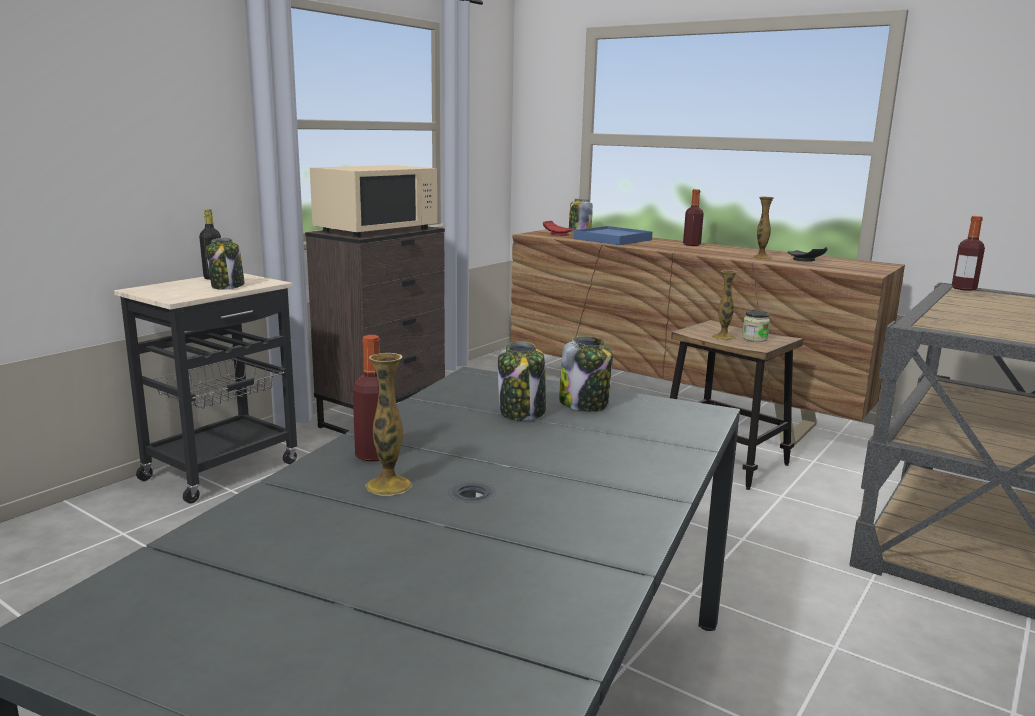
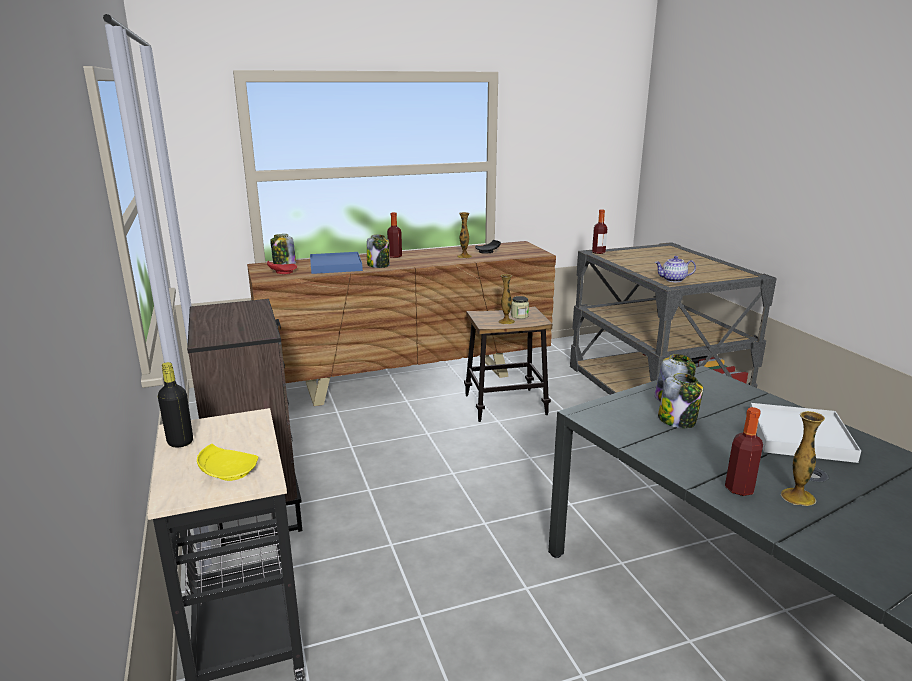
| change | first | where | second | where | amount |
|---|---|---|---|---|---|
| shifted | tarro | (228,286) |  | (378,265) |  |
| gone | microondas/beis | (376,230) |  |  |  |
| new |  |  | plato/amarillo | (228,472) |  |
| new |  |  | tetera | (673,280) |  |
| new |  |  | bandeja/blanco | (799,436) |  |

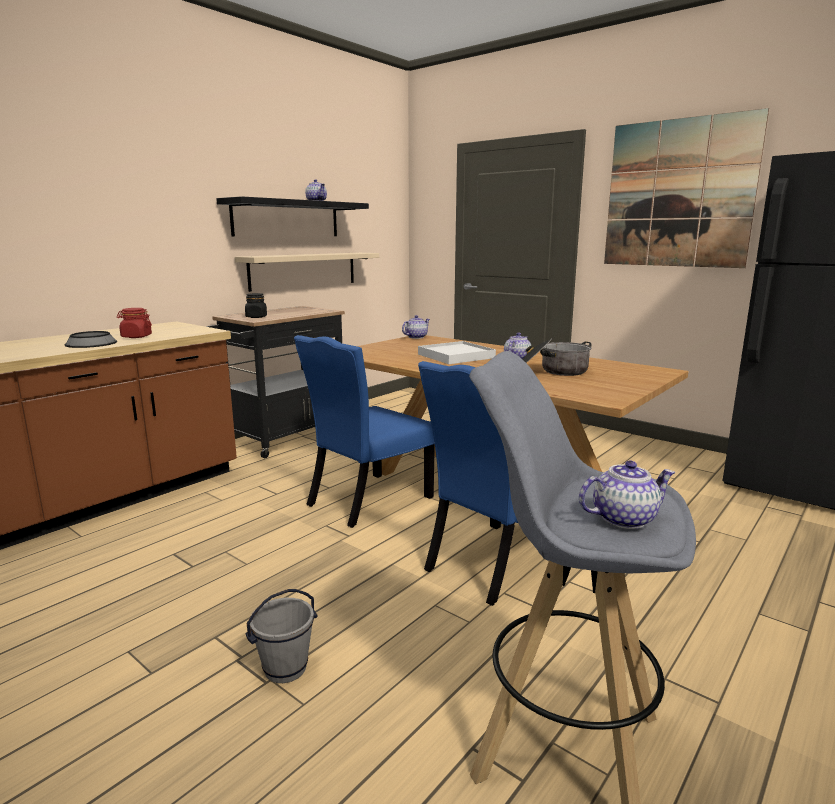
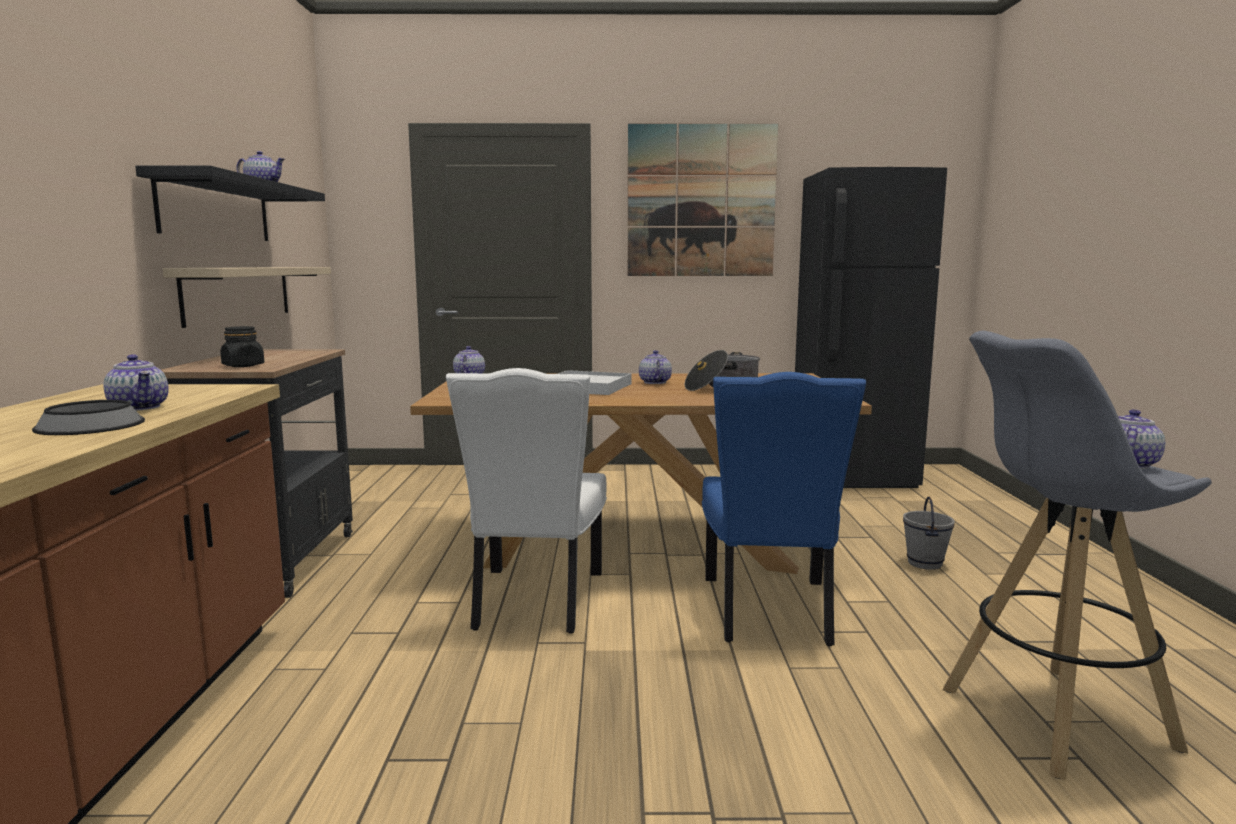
| change | first | where | second | where | amount |
|---|---|---|---|---|---|
| swapped | tarro/rojo | (136,337) | tetera | (140,407) |  |
| shifted | cubo/gris | (285,669) |  | (925,563) |  |
| repainted | silla/azul | (370,499) | silla/blanco | (536,597) |  |

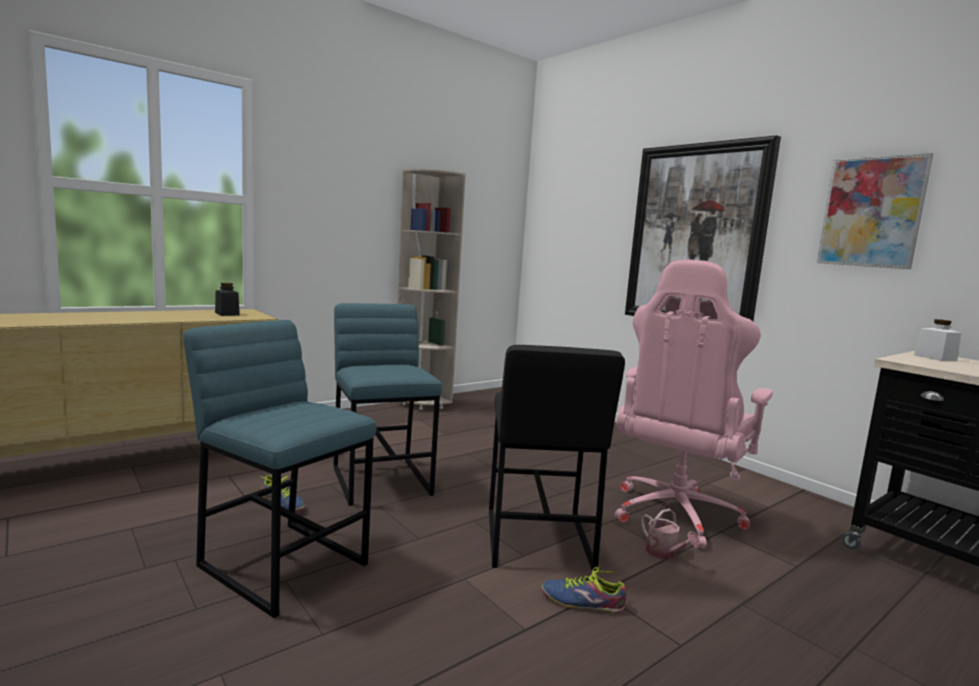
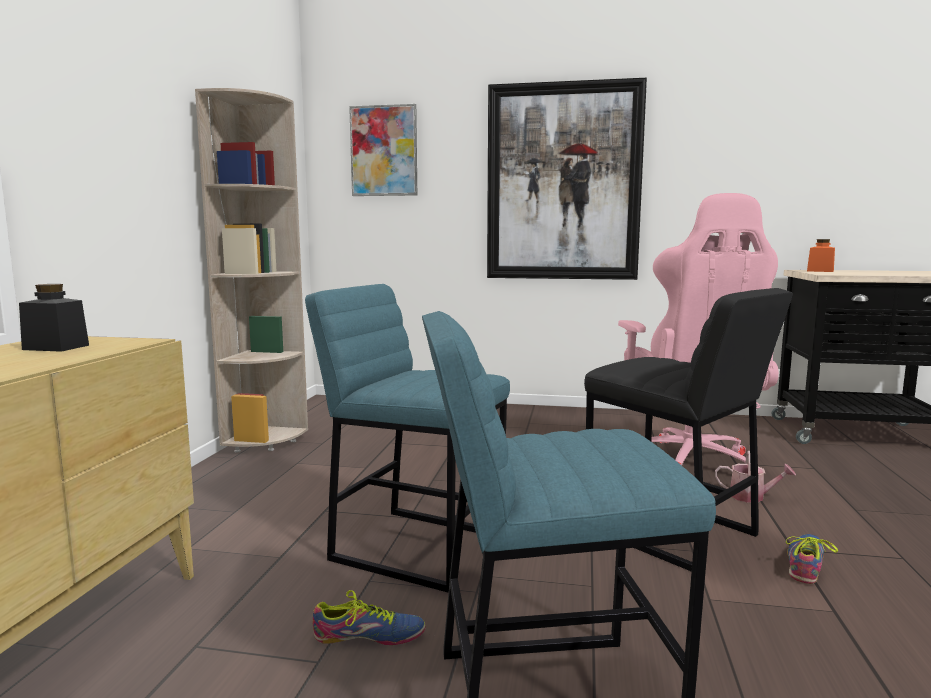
| change | first | where | second | where | amount |
|---|---|---|---|---|---|
| rotated | zapato | (582,602) |  | (805,564) | 150 degrees clockwise |
| shifted | cuadro | (871,212) |  | (384,151) |  |
| repainted | tarro/blanco | (935,358) | tarro/naranja | (820,271) |  |

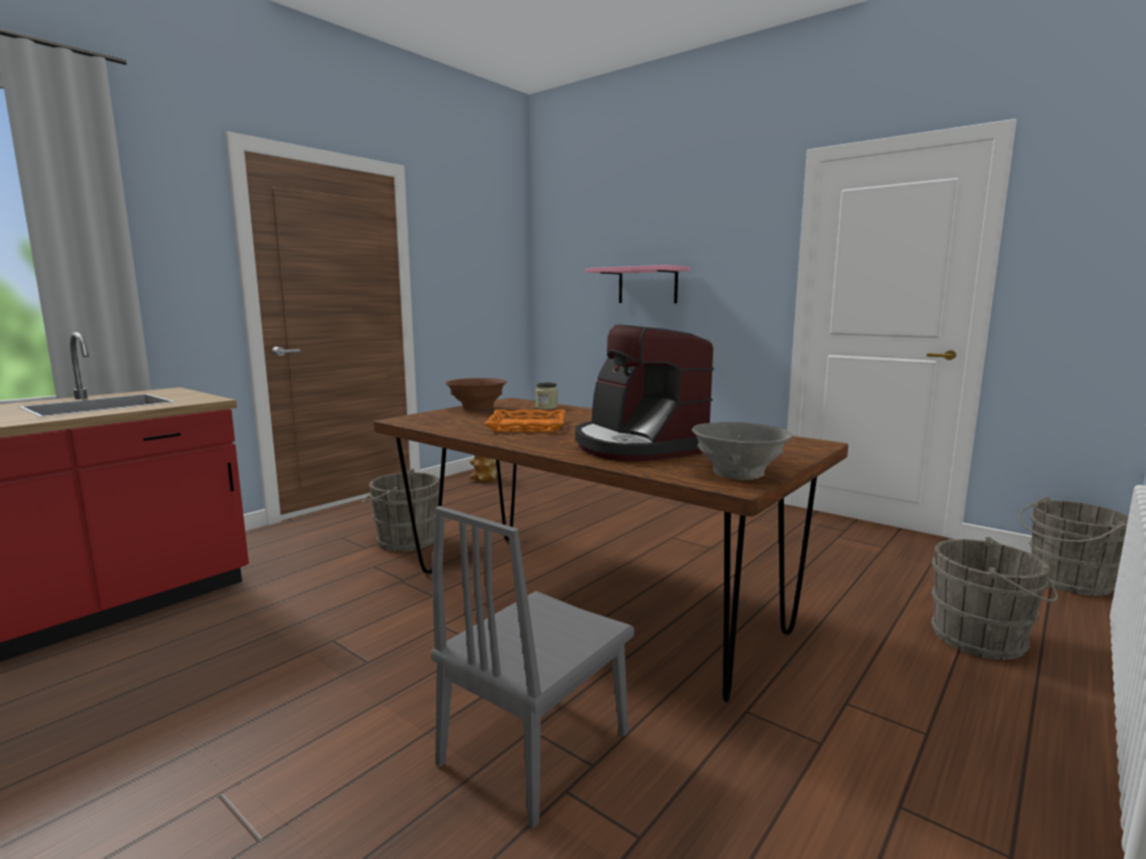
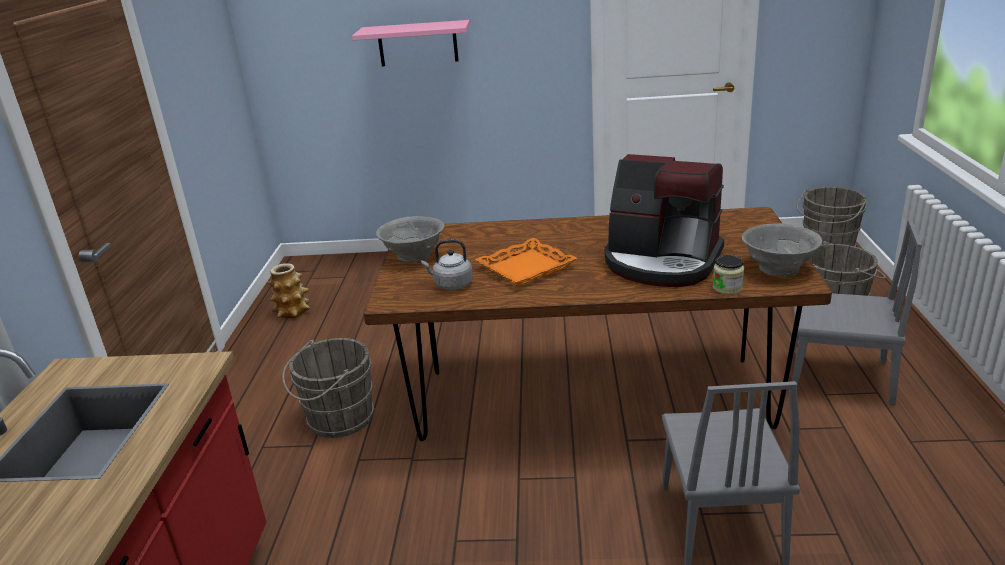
| change | first | where | second | where | amount |
|---|---|---|---|---|---|
| repainted | cuenco/marrón | (477,408) | cuenco/gris | (414,256) |  |
| shifted | tarro | (546,407) |  | (727,288) |  |
| new |  |  | hervidor/gris | (451,285) |  |
| new |  |  | silla/gris | (838,377) |  |

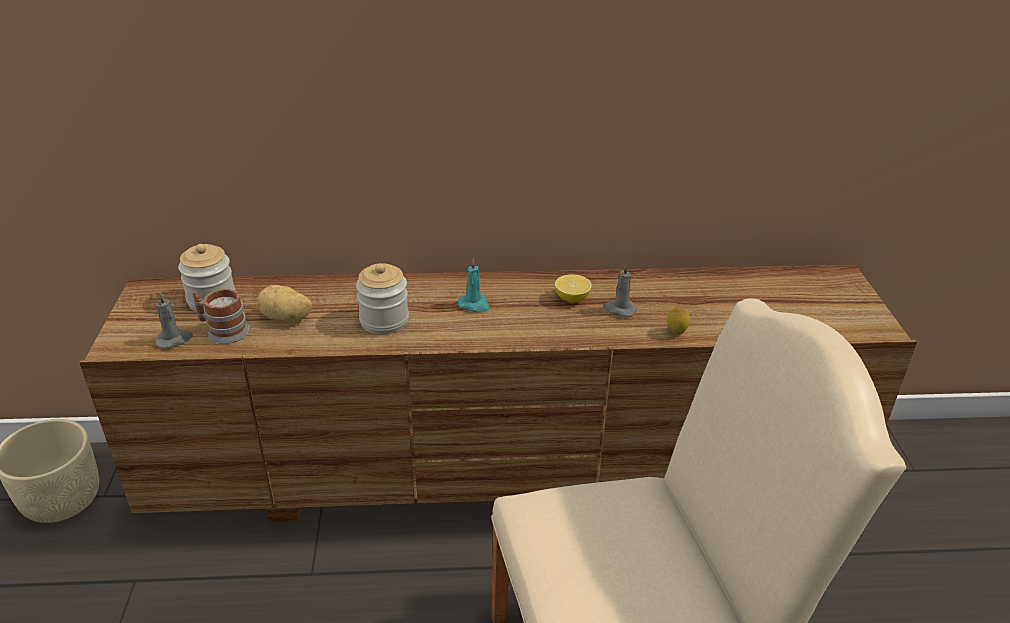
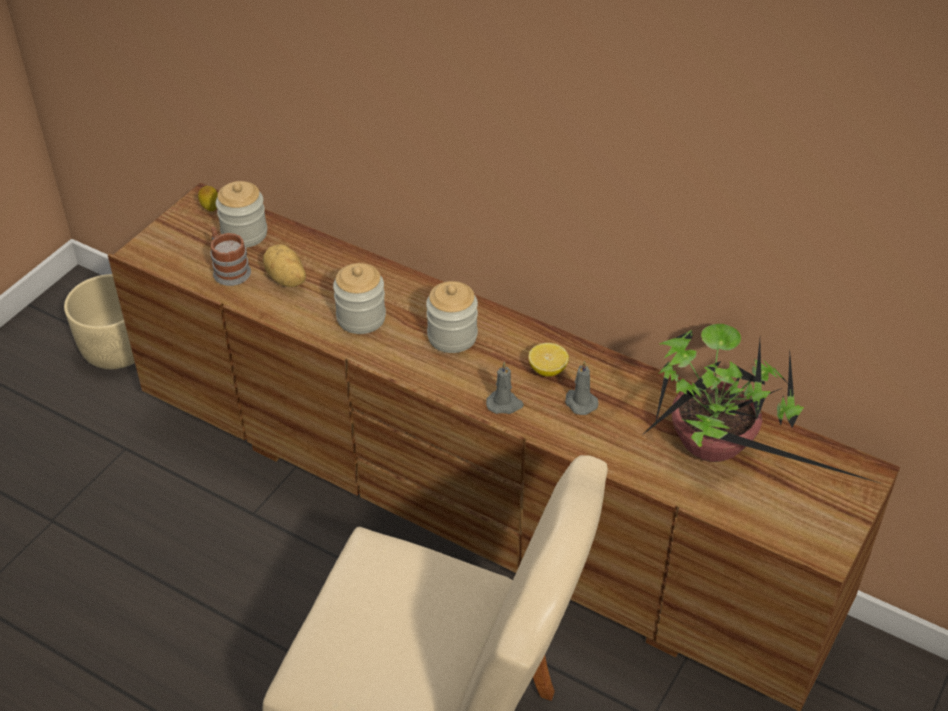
| change | first | where | second | where | amount |
|---|---|---|---|---|---|
| shifted | vela/gris | (174,340) |  | (505,404) |  |
| swapped | vela/turquesa | (474,305) | tarro | (452,336) |  |
| shifted | limón | (676,332) |  | (210,209) |  |
| new |  |  | planta en maceta | (716,448) |  |

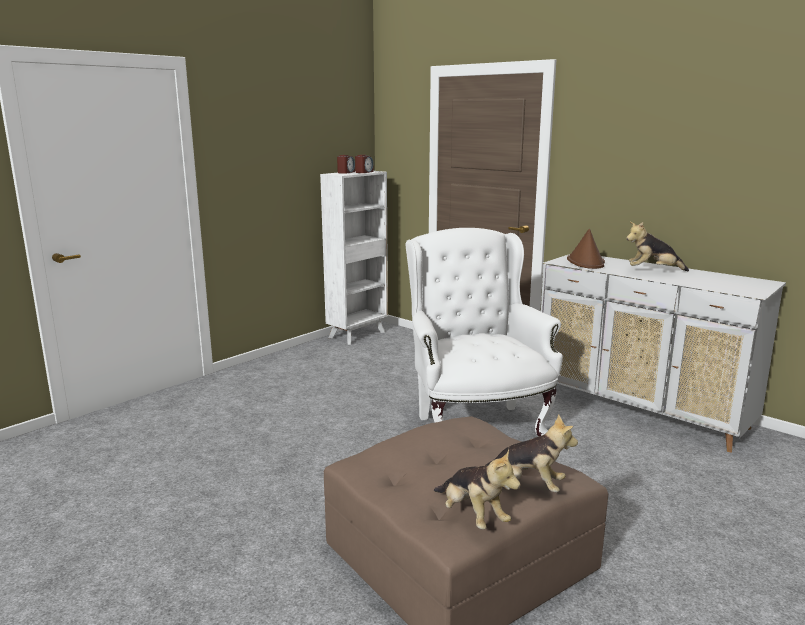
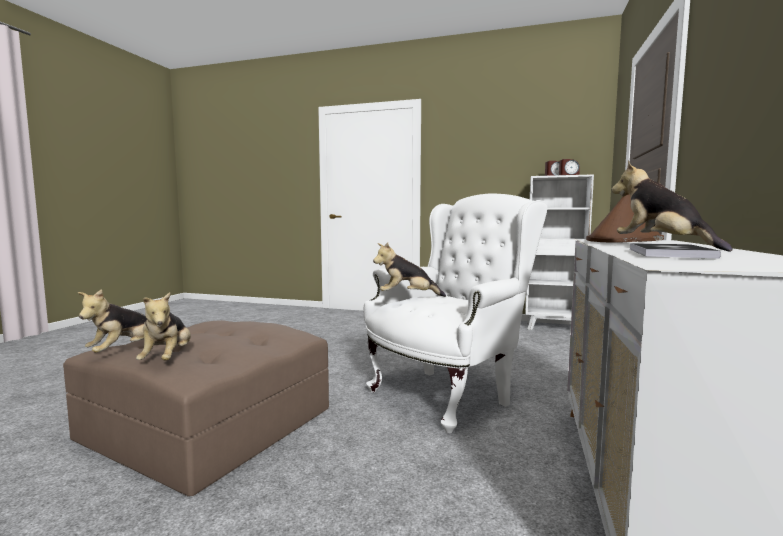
| change | first | where | second | where | amount |
|---|---|---|---|---|---|
| new |  |  | peluche | (407,297) |  |
| new |  |  | libro | (669,253) |  |

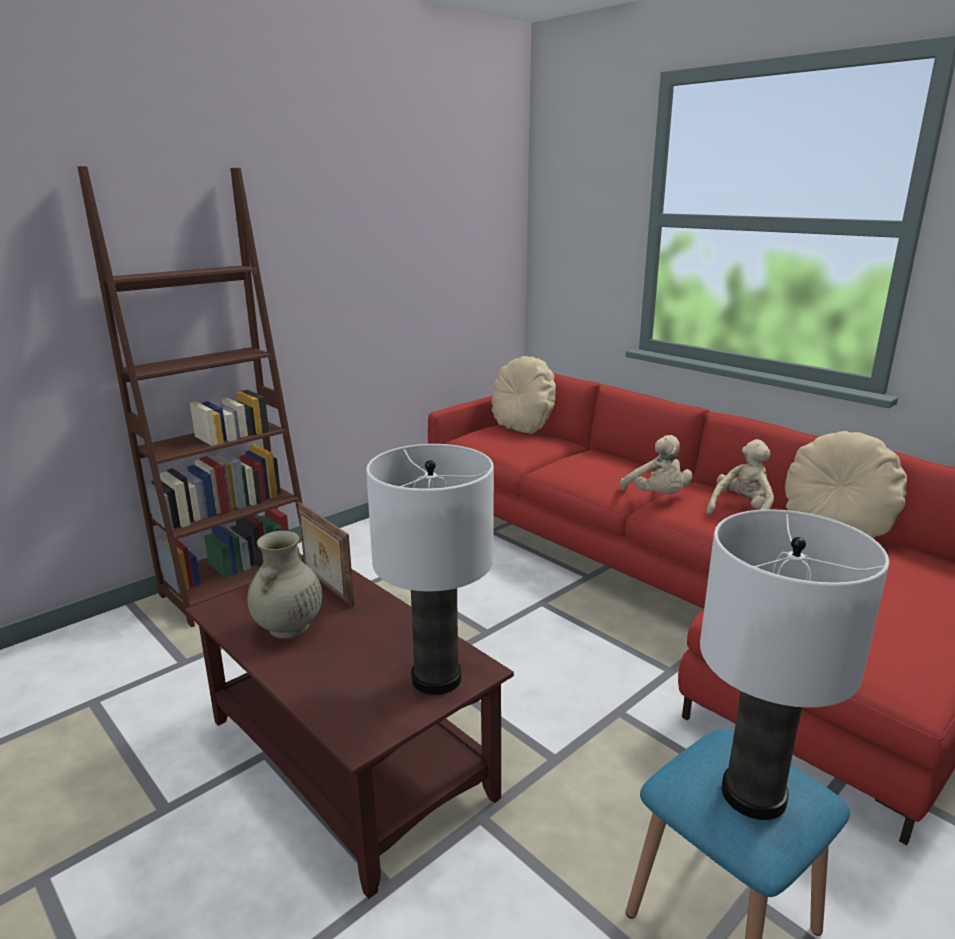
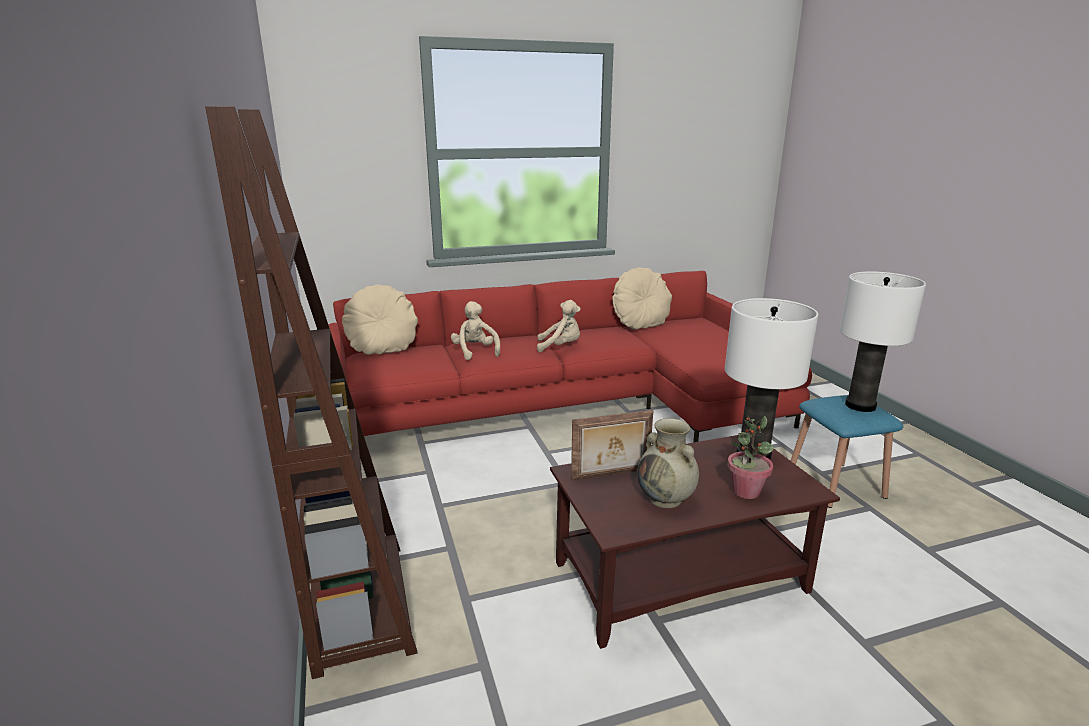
| change | first | where | second | where | amount |
|---|---|---|---|---|---|
| shifted | peluche/beis | (741,511) |  | (475,352) |  |
| new |  |  | planta en maceta | (745,491) |  |

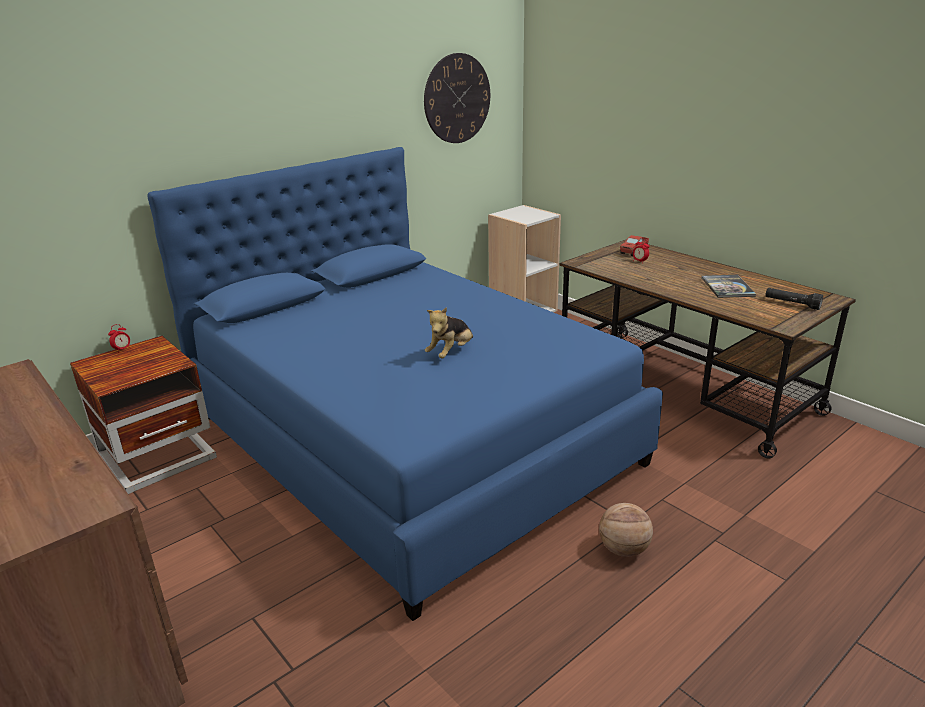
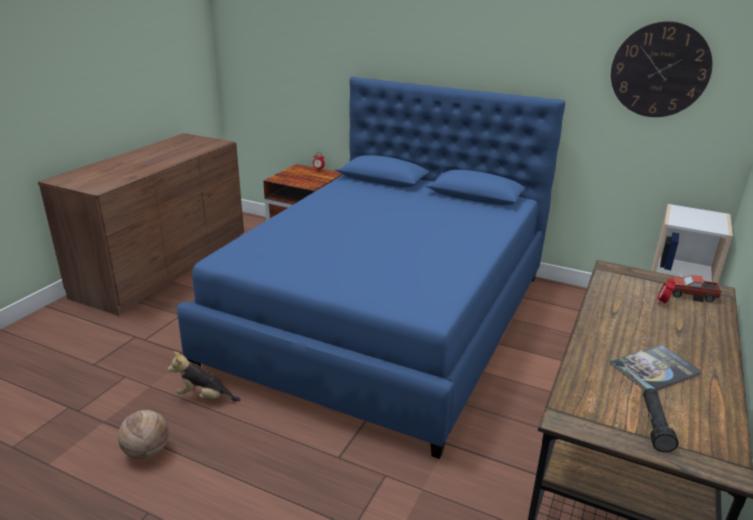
| change | first | where | second | where | amount |
|---|---|---|---|---|---|
| shifted | peluche | (451,353) |  | (205,397) |  |
| shifted | balón de baloncesto | (623,549) |  | (147,452) |  |

